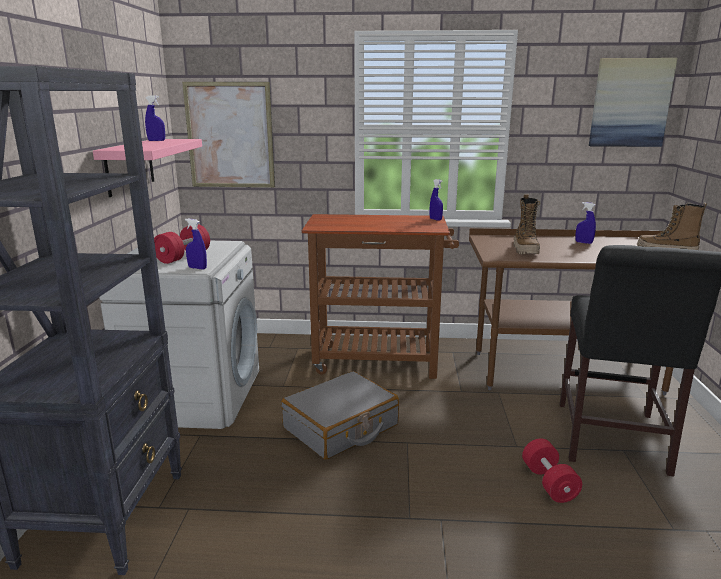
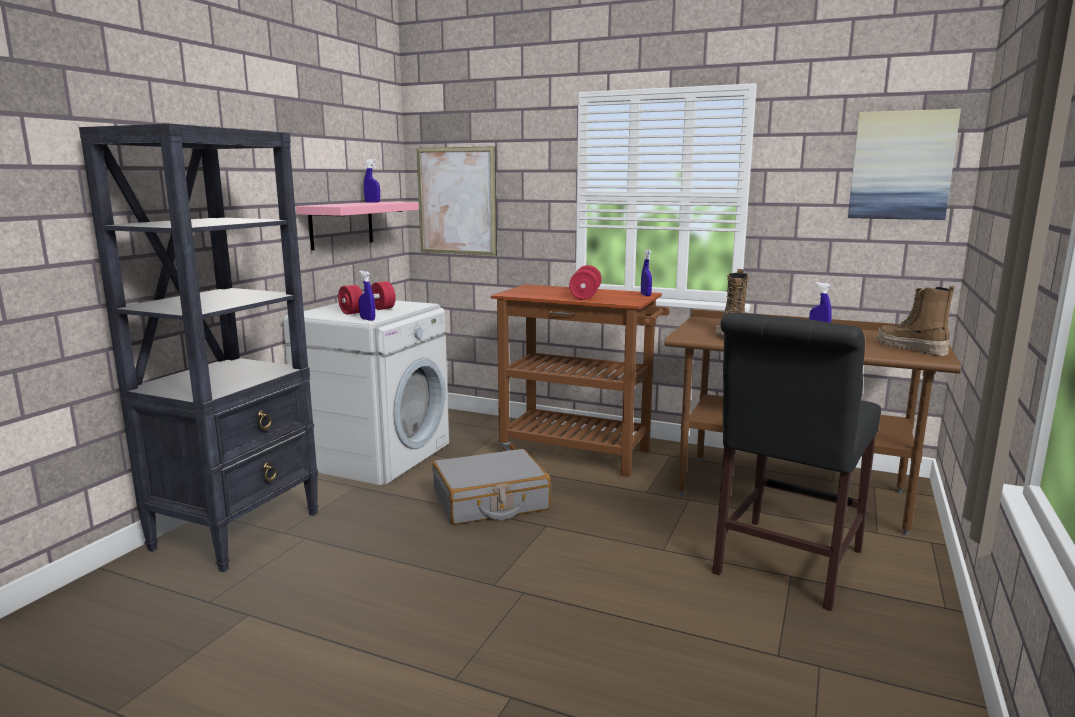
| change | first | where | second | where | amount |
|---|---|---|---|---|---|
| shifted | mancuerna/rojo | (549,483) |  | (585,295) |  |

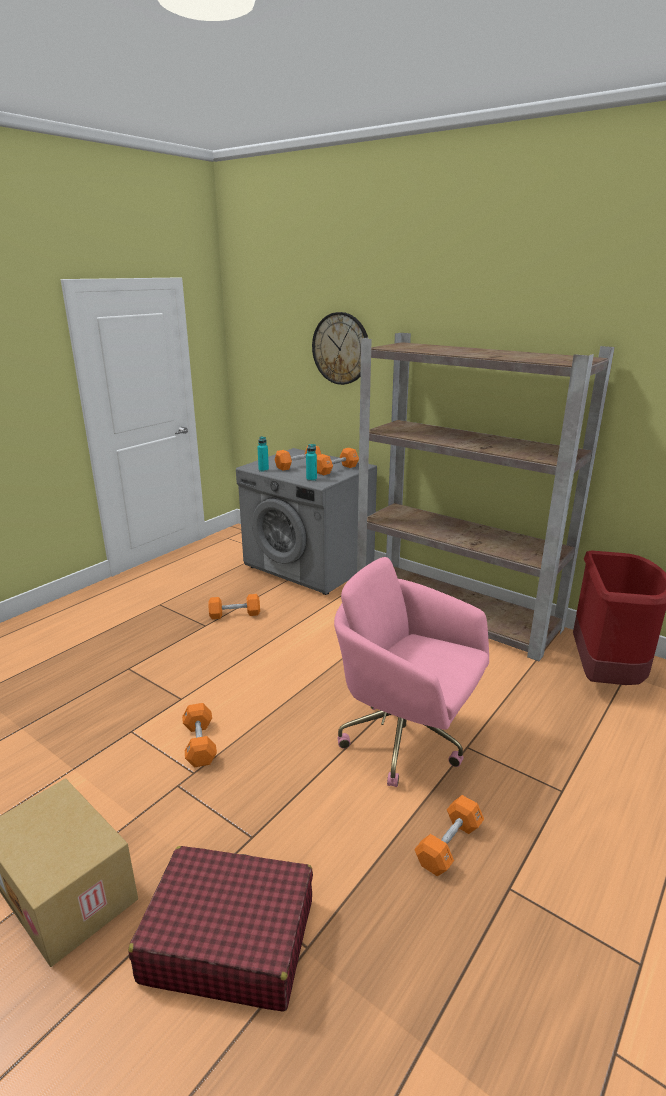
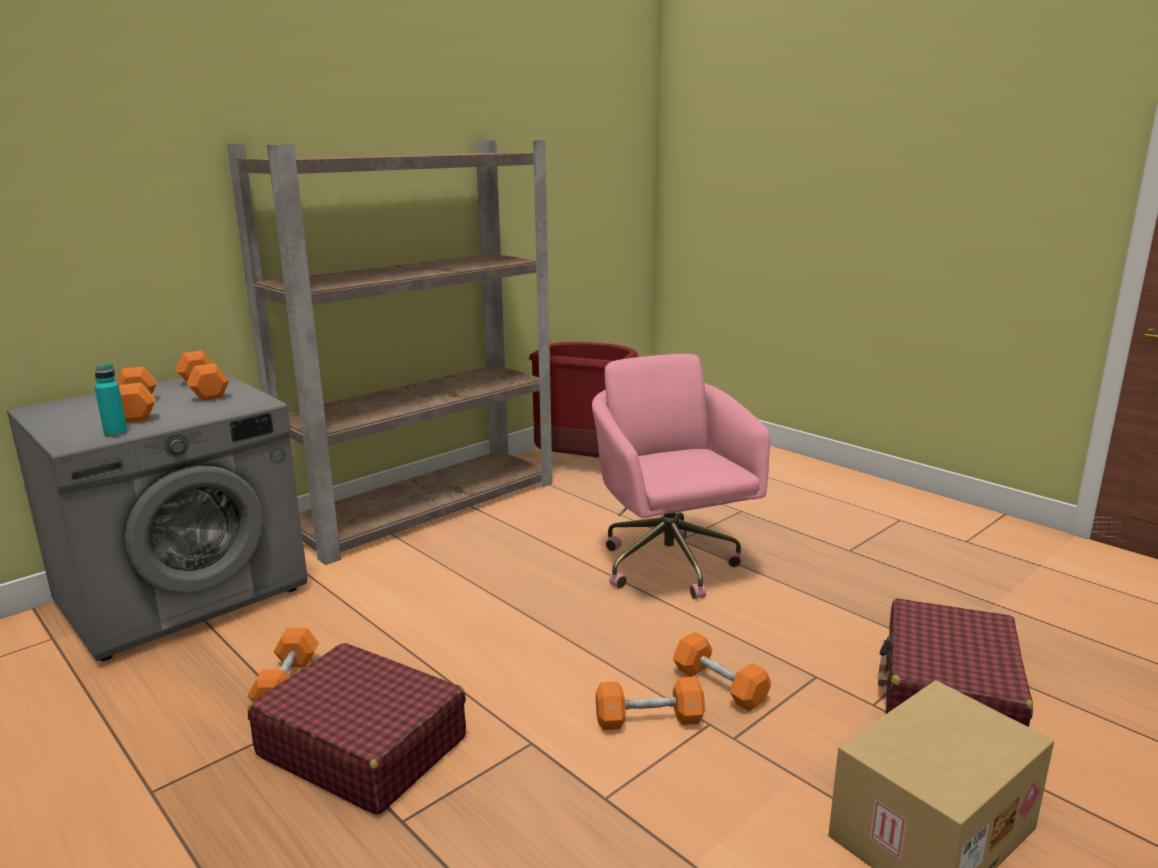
| change | first | where | second | where | amount |
|---|---|---|---|---|---|
| gone | botella/turquesa | (311,479) |  |  |  |
| gone | reloj de pared | (341,348) |  |  |  |
| rotated | silla de oficina/rosa | (407,744) |  | (671,569) | 120 degrees clockwise |
| shifted | mancuerna/naranja | (449,845) |  | (720,685) |  |
| new |  |  | maleta/rojo | (362,746) |  |

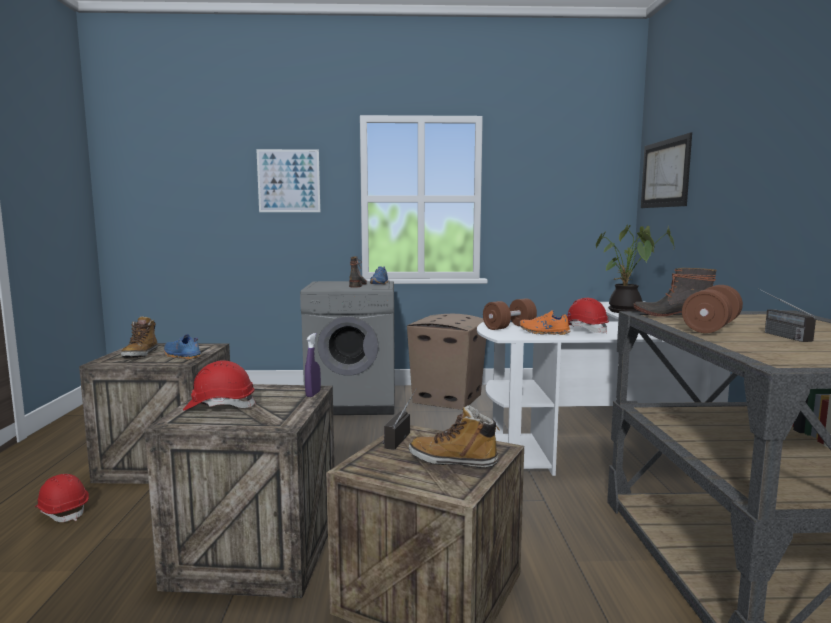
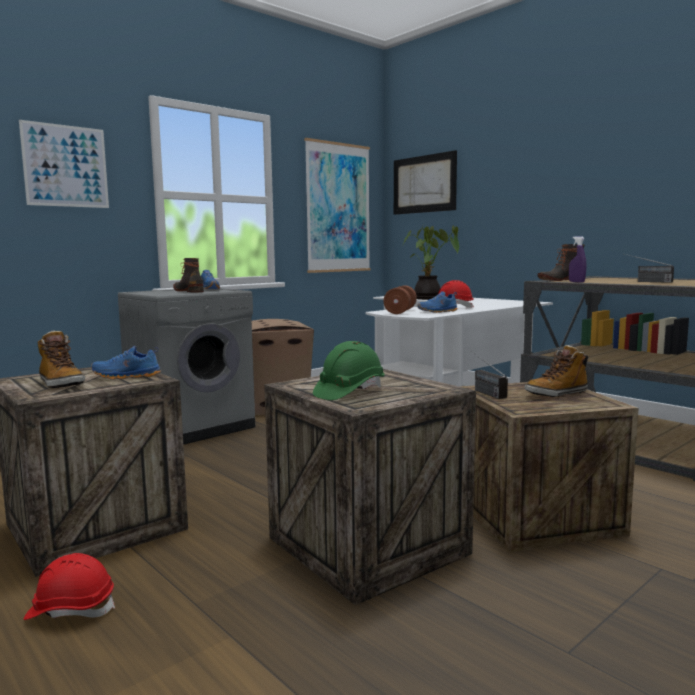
| change | first | where | second | where | amount |
|---|---|---|---|---|---|
| repainted | casco/rojo | (220,406) | casco/verde | (349,392) |  |
| shifted | pulverizador/morado | (313,394) |  | (576,282) |  |
| repainted | zapato/naranja | (544,333) | zapato/azul | (438,311) |  |
| gone | mancuerna/marrón | (711,327) |  |  |  |
| new |  |  | cuadro | (338,208) |  |

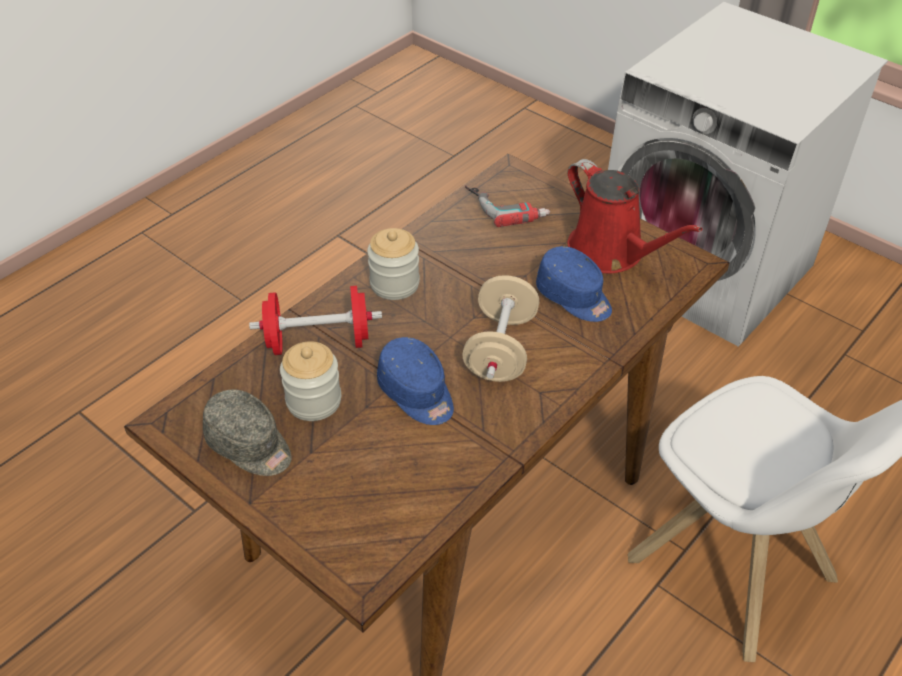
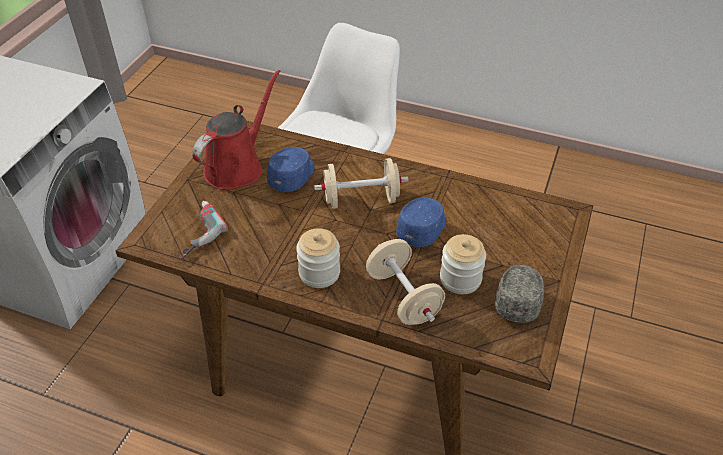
| change | first | where | second | where | amount |
|---|---|---|---|---|---|
| repainted | mancuerna/rojo | (319,341) | mancuerna/beis | (403,297) |  |

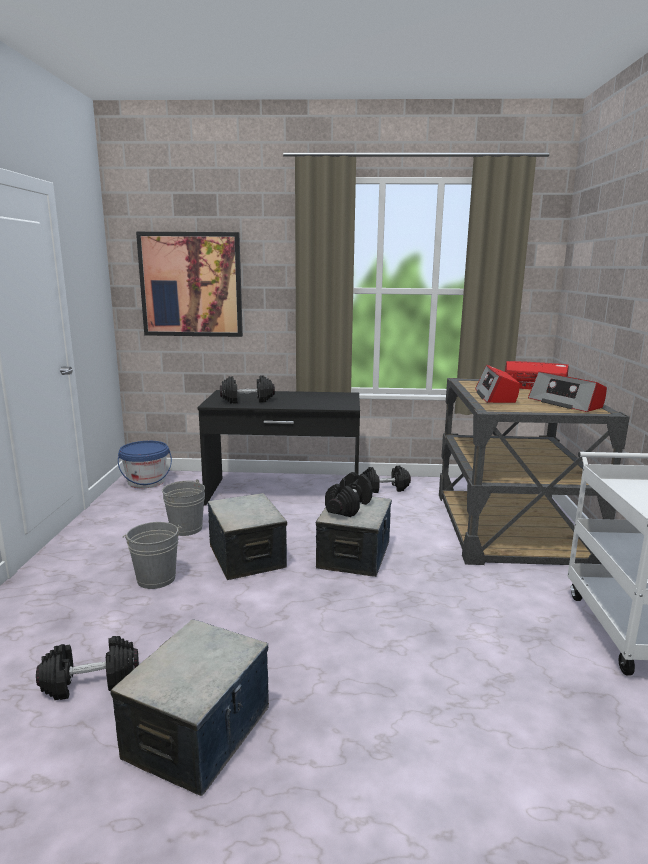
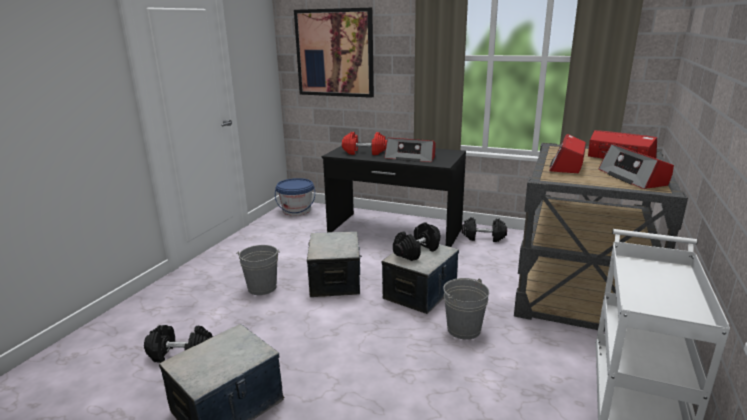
| change | first | where | second | where | amount |
|---|---|---|---|---|---|
| shifted | cubo/gris | (186,528) |  | (464,329) |  |
| repainted | mancuerna/negro | (247,400) | mancuerna/rojo | (365,152) |  |
| new |  |  | radio | (411,157) |  |

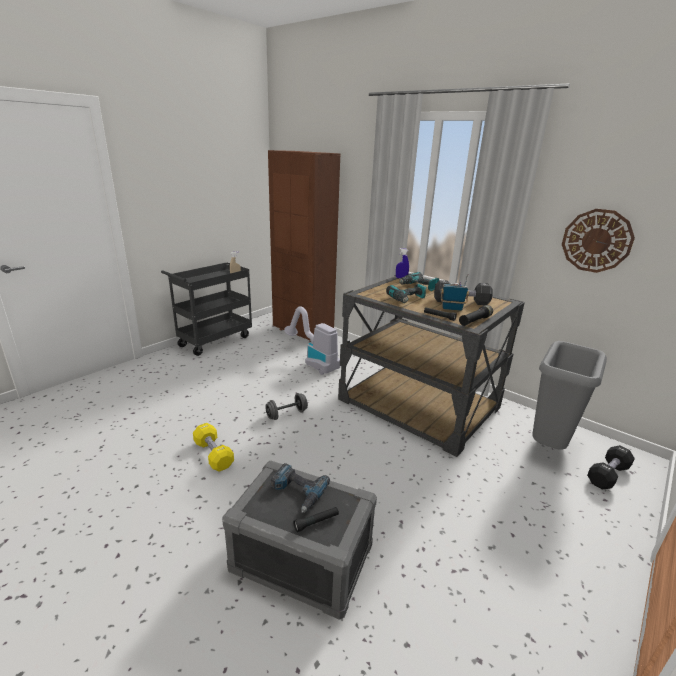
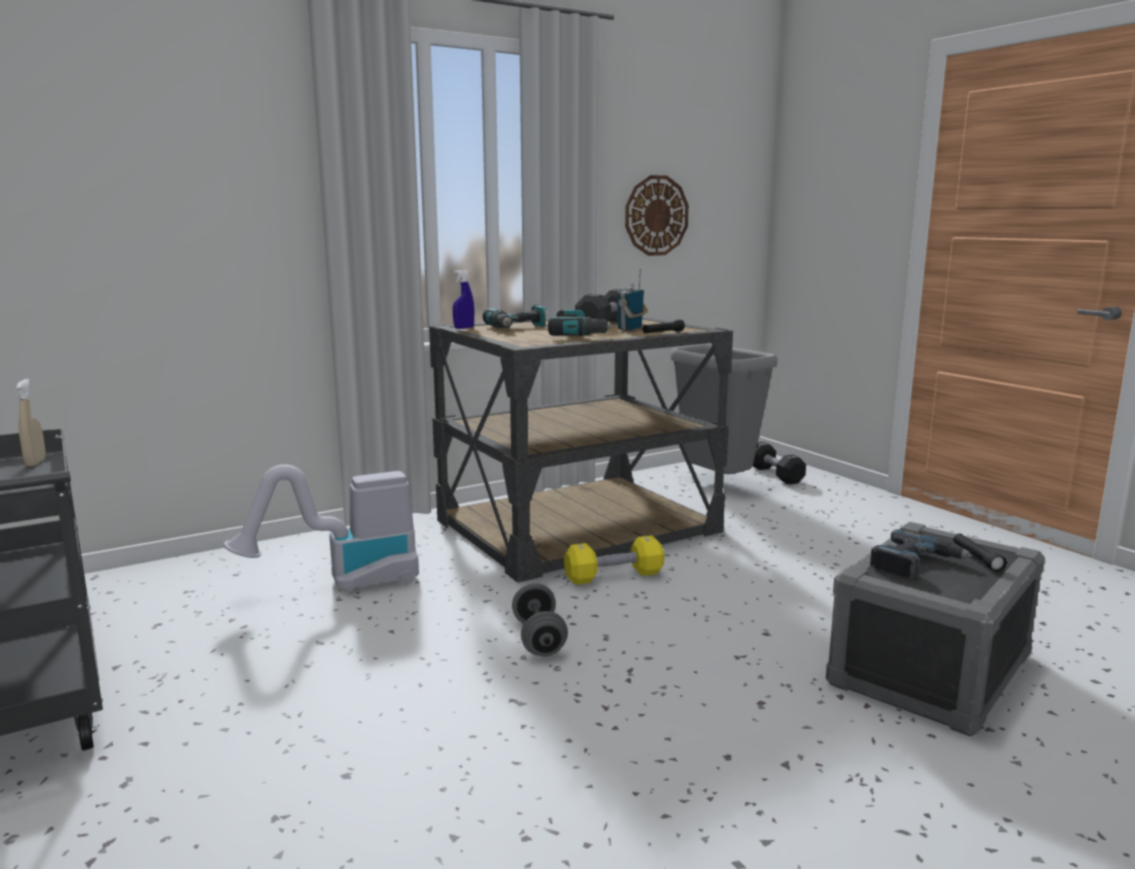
| change | first | where | second | where | amount |
|---|---|---|---|---|---|
| shifted | mancuerna/amarillo | (213,454) |  | (614,576) |  |
| gone | armario/marrón | (302,333) |  |  |  |
| gone | linterna/negro | (475,321) |  |  |  |

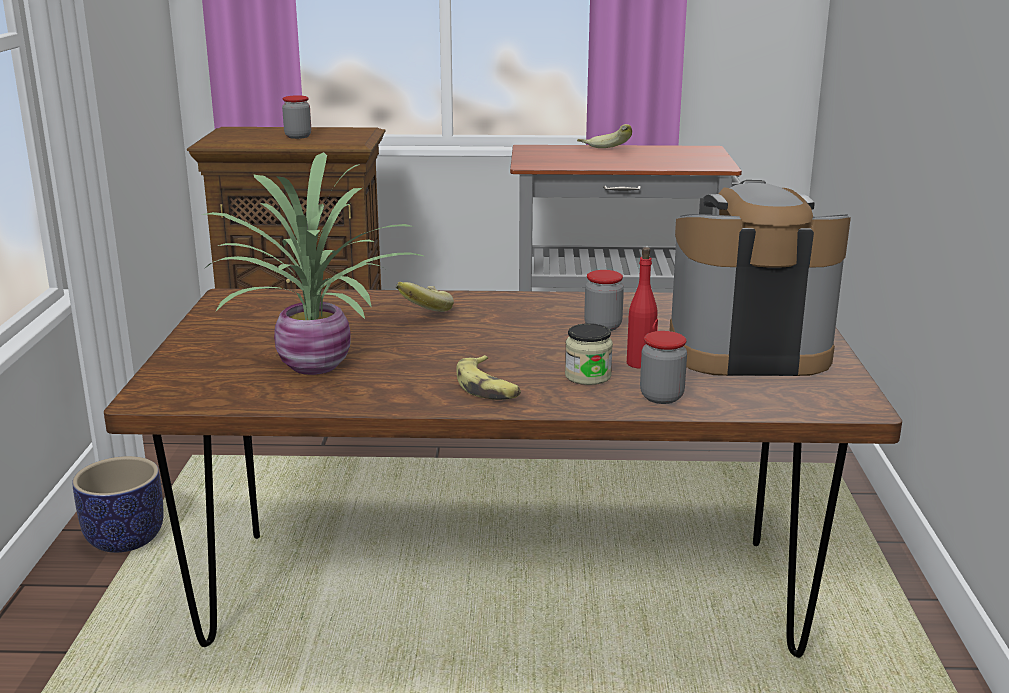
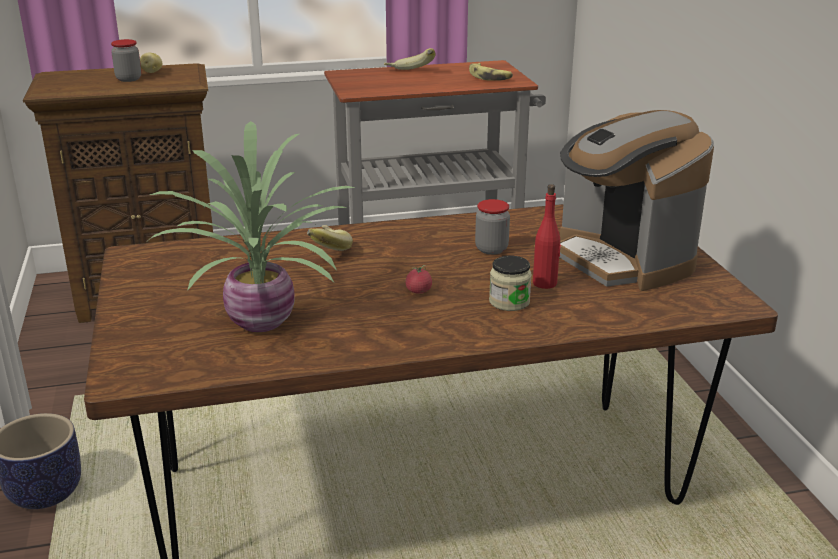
| change | first | where | second | where | amount |
|---|---|---|---|---|---|
| shifted | plátano | (488,387) |  | (490,77) |  |
| gone | tarro | (661,397) |  |  |  |
| rotated | cafetera | (747,350) |  | (622,260) | 105 degrees counterclockwise |
| new |  |  | patata | (151,72) |  |
| new |  |  | tomate | (418,291) |  |

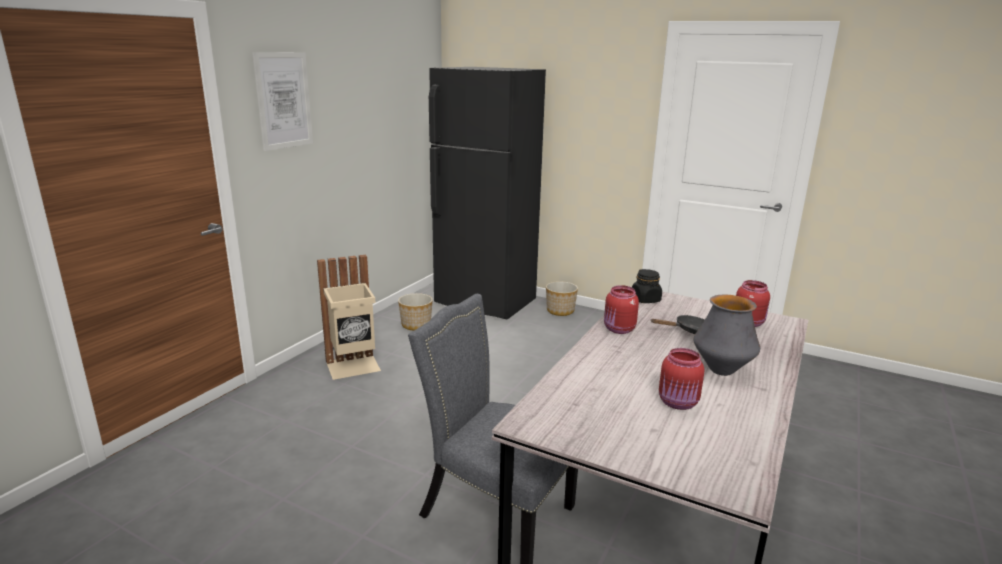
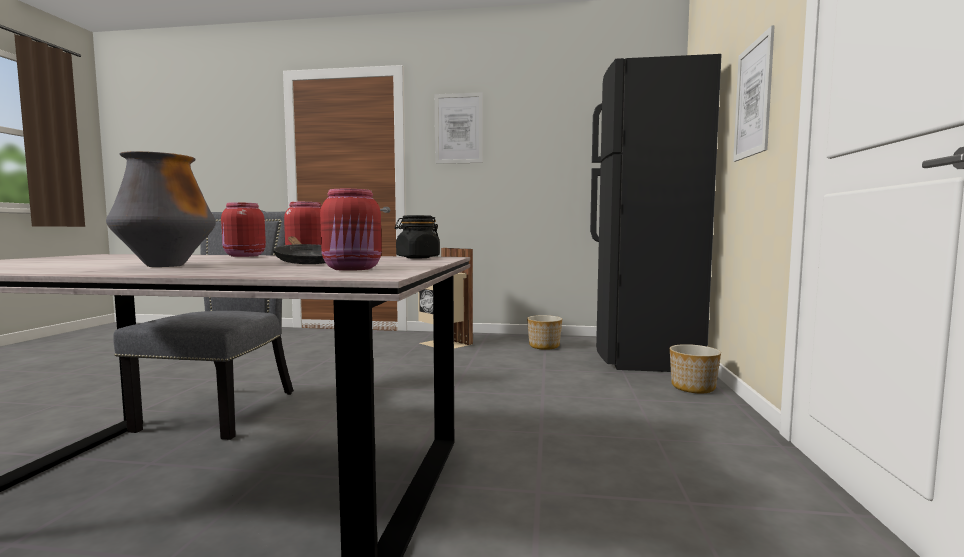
| change | first | where | second | where | amount |
|---|---|---|---|---|---|
| shifted | tarro/rojo | (679,403) |  | (243,256) |  |
| new |  |  | cuadro | (753,99) |  |

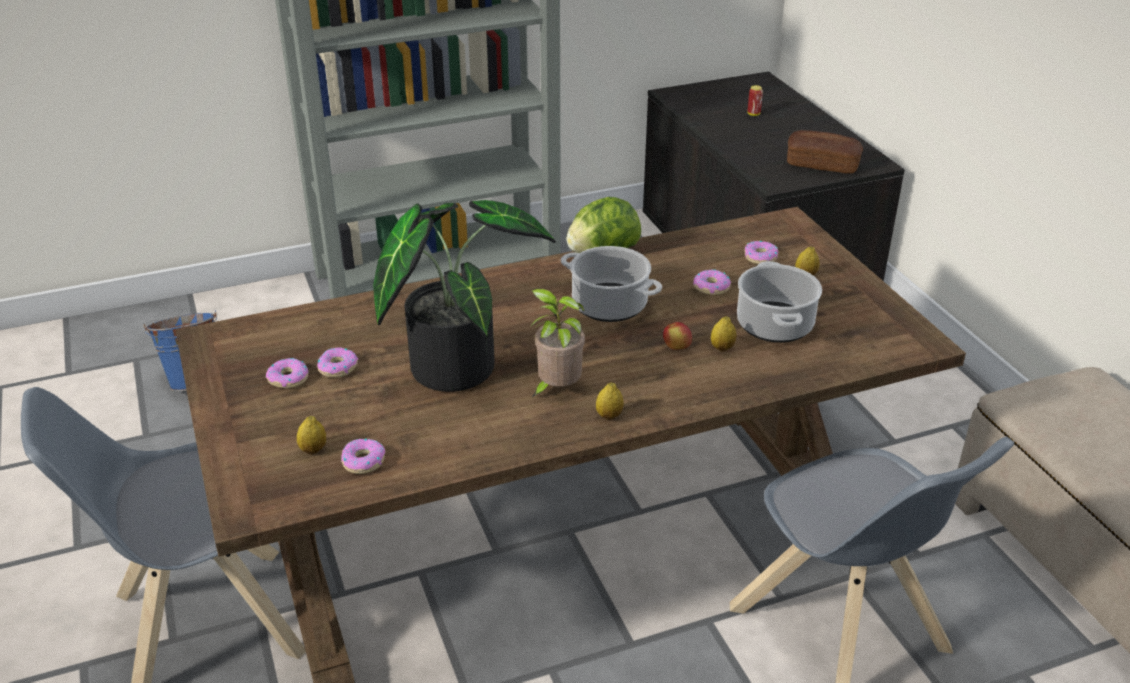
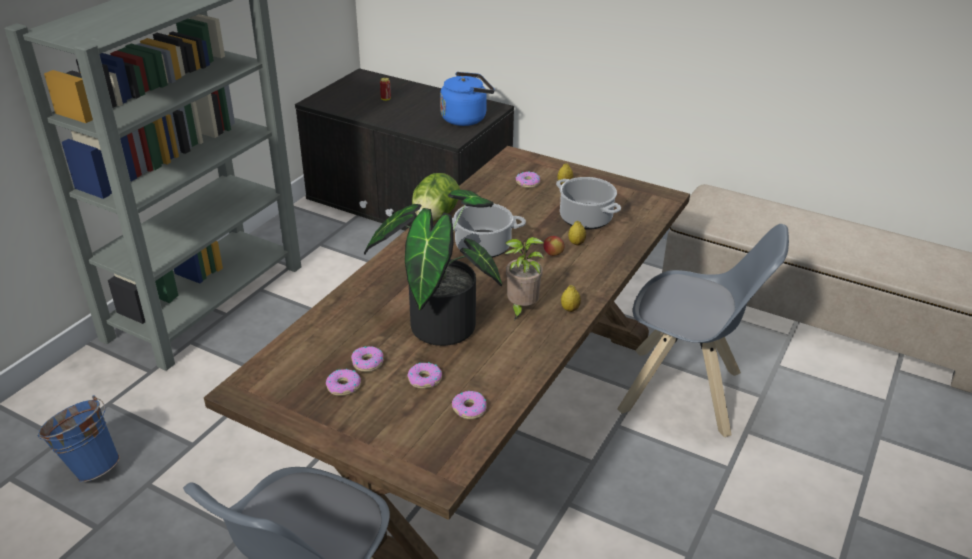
| change | first | where | second | where | amount |
|---|---|---|---|---|---|
| gone | limón | (313,450) |  |  |  |
| shifted | rosquilla | (711,287) |  | (424,380) |  |
| swapped | pan | (822,165) | hervidor/azul | (466,118) |  |

